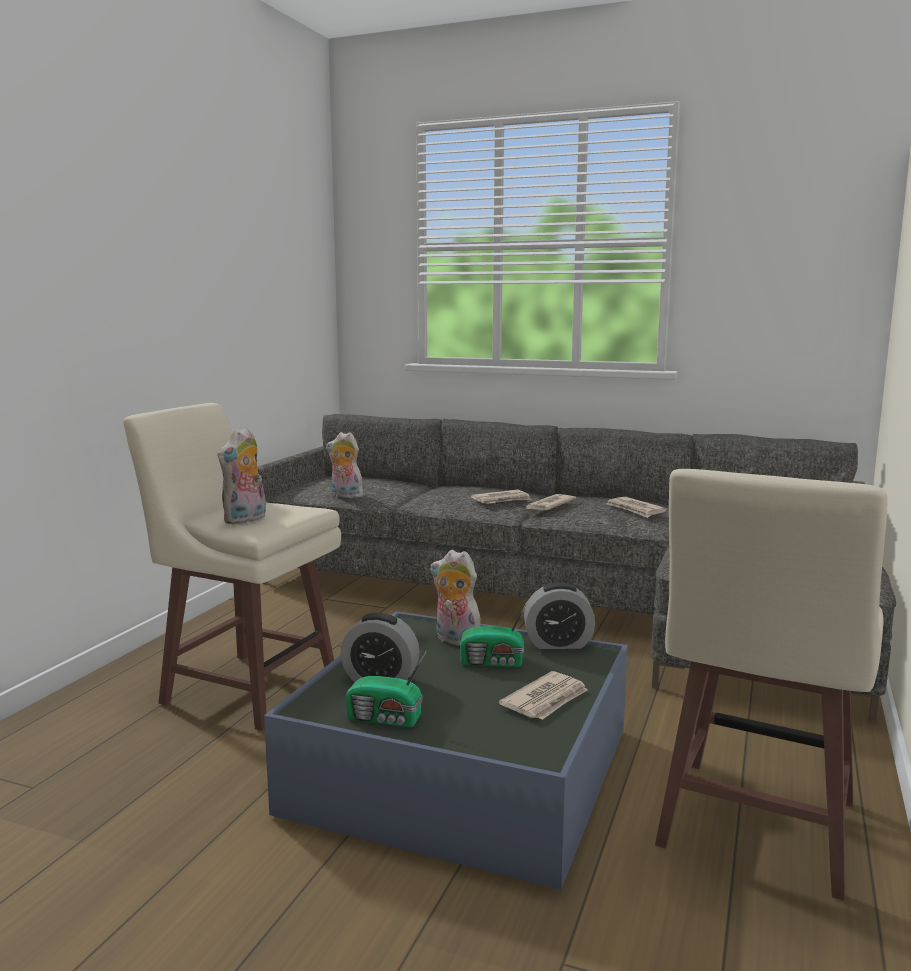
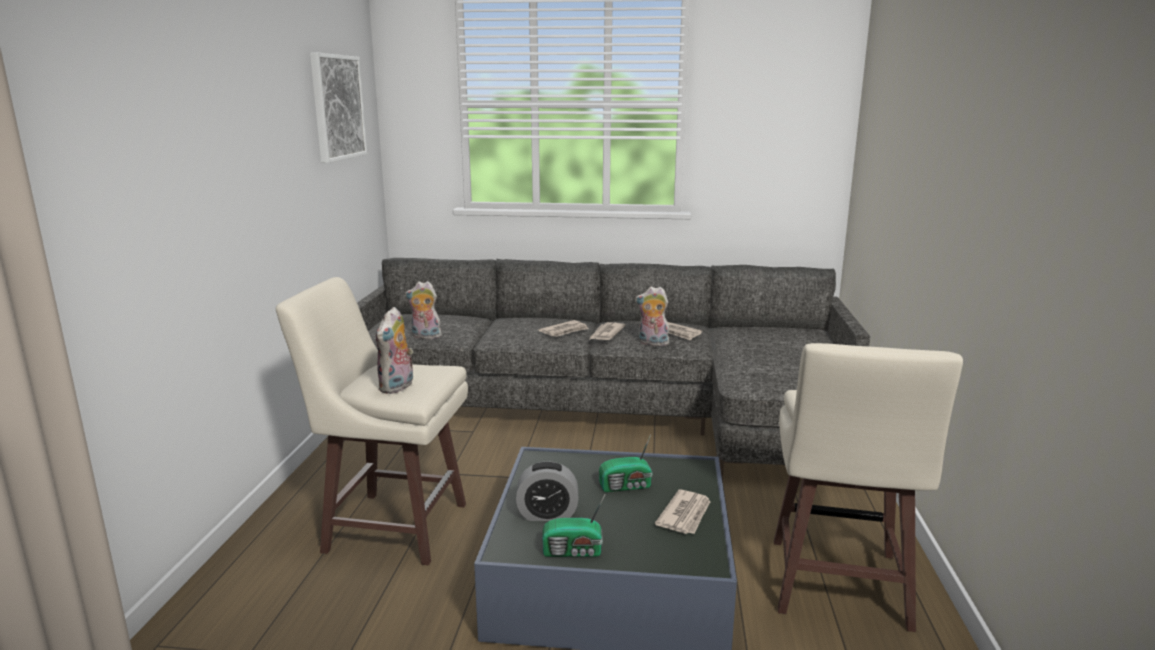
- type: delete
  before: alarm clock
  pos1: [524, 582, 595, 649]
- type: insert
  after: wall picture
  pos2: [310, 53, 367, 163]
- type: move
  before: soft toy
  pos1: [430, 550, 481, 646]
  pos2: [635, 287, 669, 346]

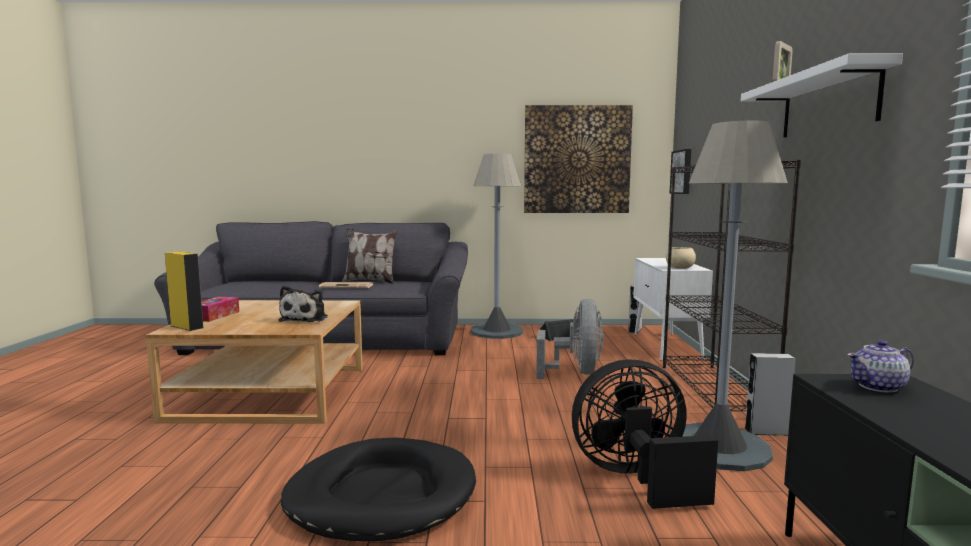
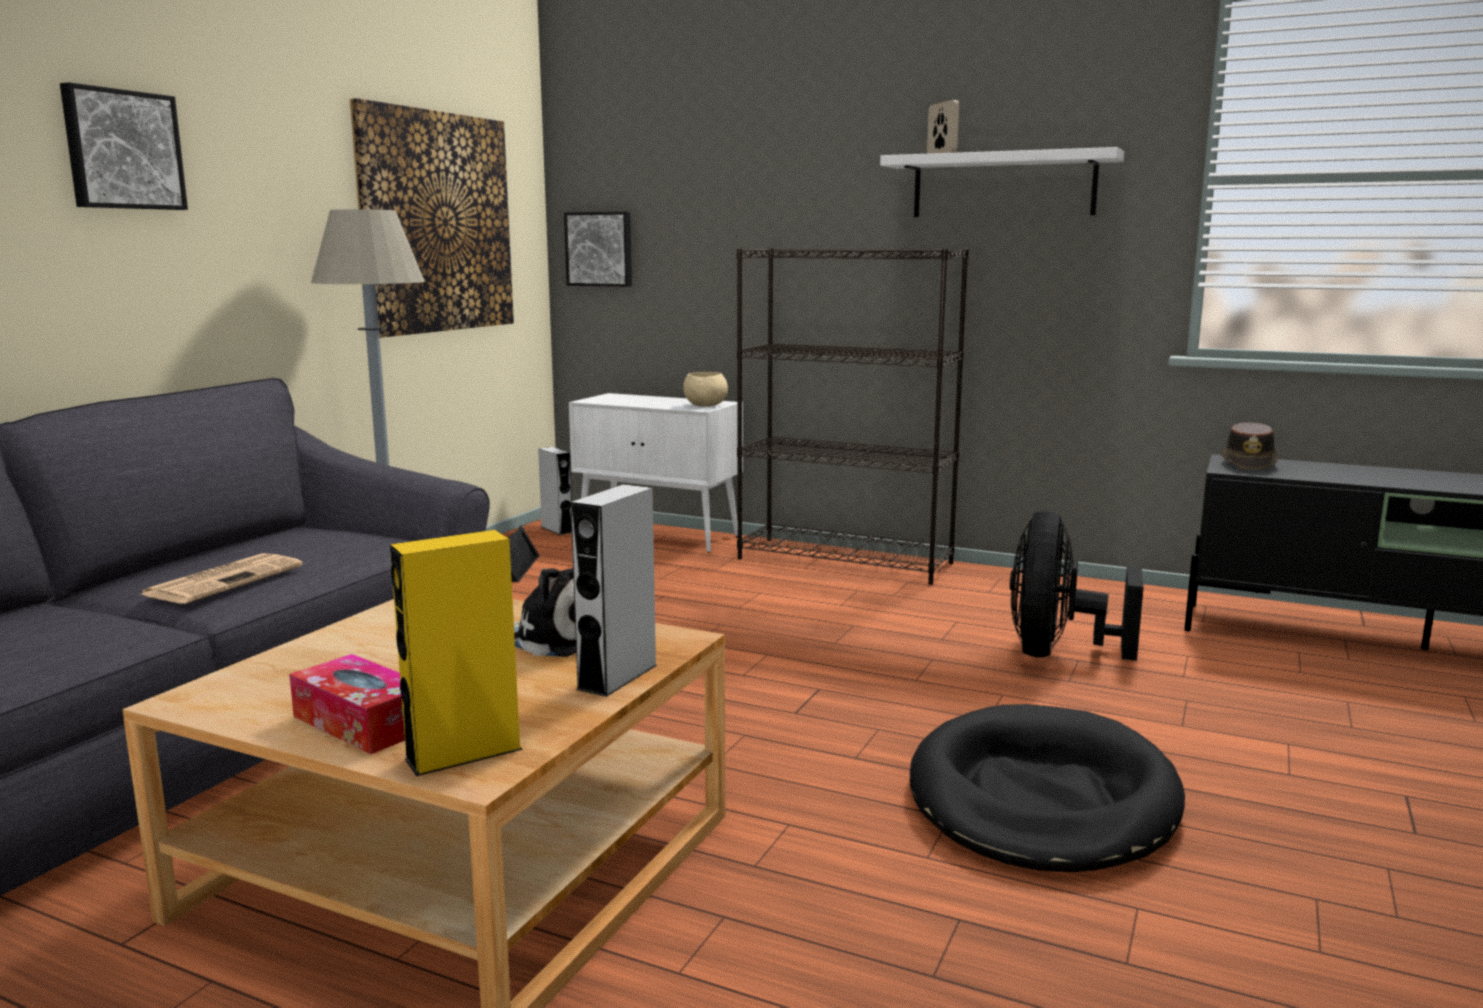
- type: delete
  before: cushion
  pos1: [342, 228, 398, 284]
- type: delete
  before: greyish electric fan
  pos1: [536, 299, 604, 379]
- type: delete
  before: greyish standard lamp
  pos1: [670, 120, 788, 471]
- type: insert
  after: wall picture
  pos2: [60, 82, 188, 210]
- type: move
  before: greyish audio speaker
  pos1: [744, 353, 796, 436]
  pos2: [571, 484, 657, 697]
- type: replace
  before: pot for tea
  after: brownish wearable hat
  pos1: [847, 340, 914, 393]
  pos2: [1222, 422, 1278, 470]

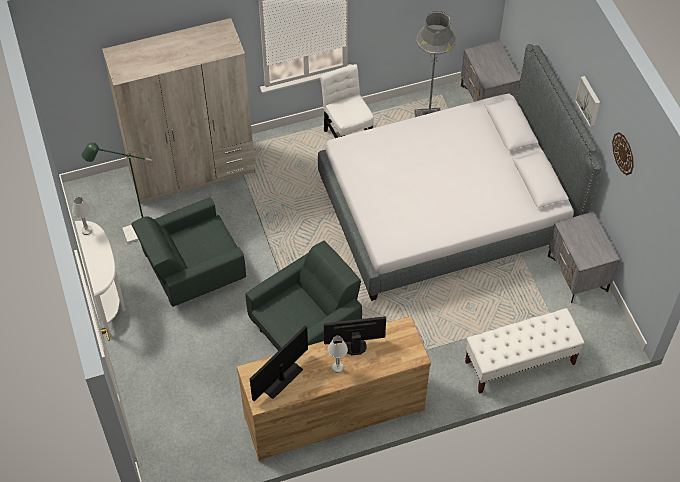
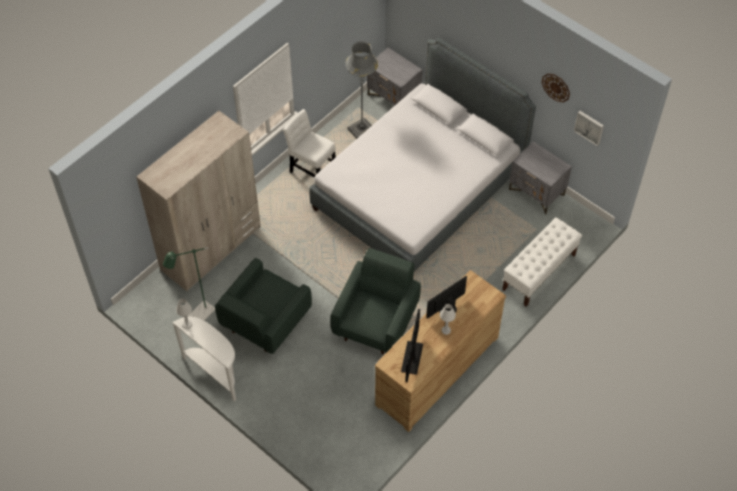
- type: move
  before: wall picture
  pos1: [575, 76, 600, 127]
  pos2: [574, 111, 604, 146]

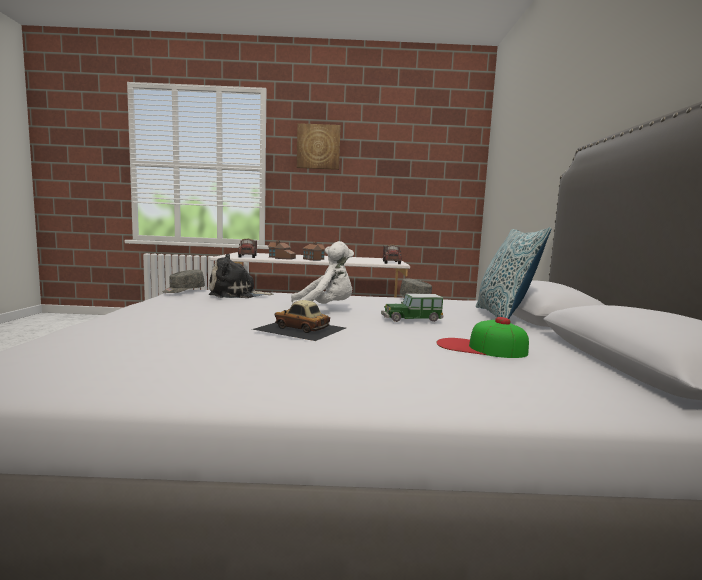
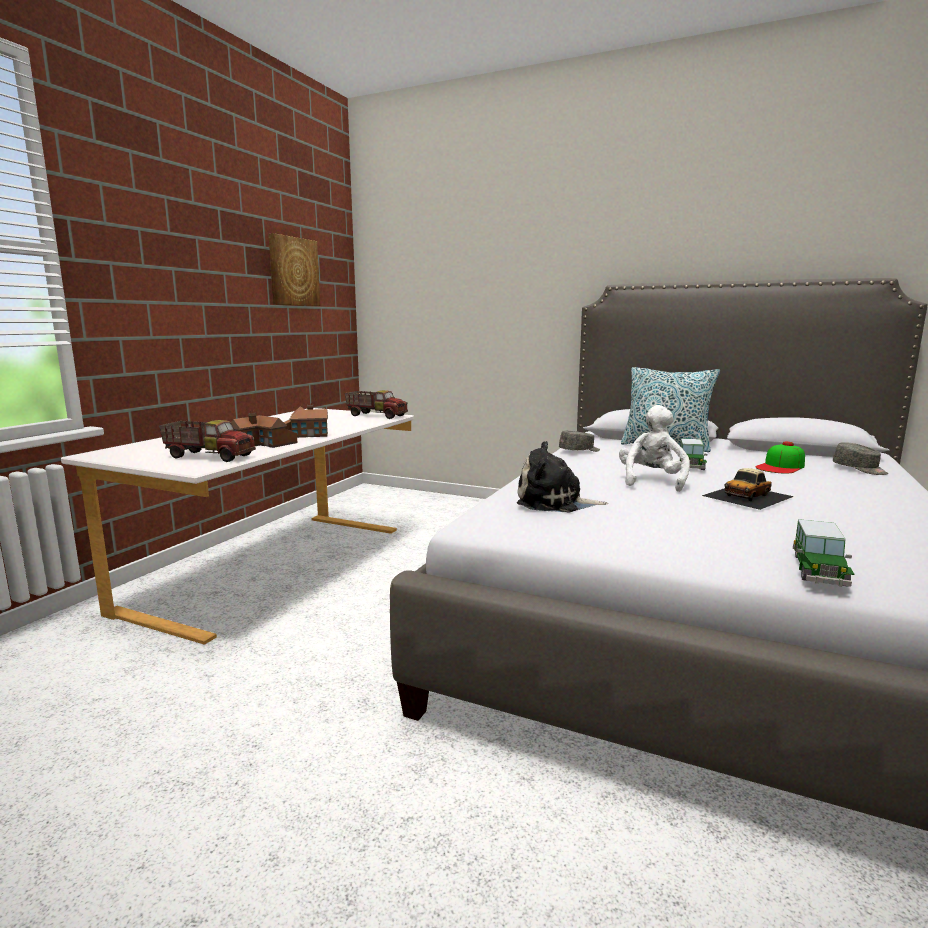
- type: insert
  after: toy car
  pos2: [793, 519, 854, 587]
- type: move
  before: greyish baseball cap
  pos1: [162, 270, 205, 293]
  pos2: [833, 442, 888, 475]
- type: move
  before: wall picture
  pos1: [297, 123, 341, 170]
  pos2: [269, 233, 320, 306]
- type: rotate
  before: soft toy
  pos1: [209, 254, 273, 298]
  pos2: [517, 441, 608, 513]
  turn: 90

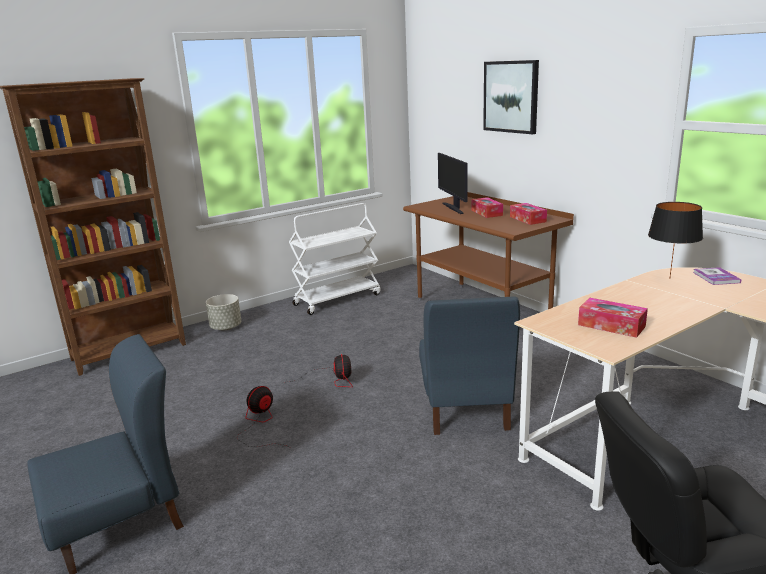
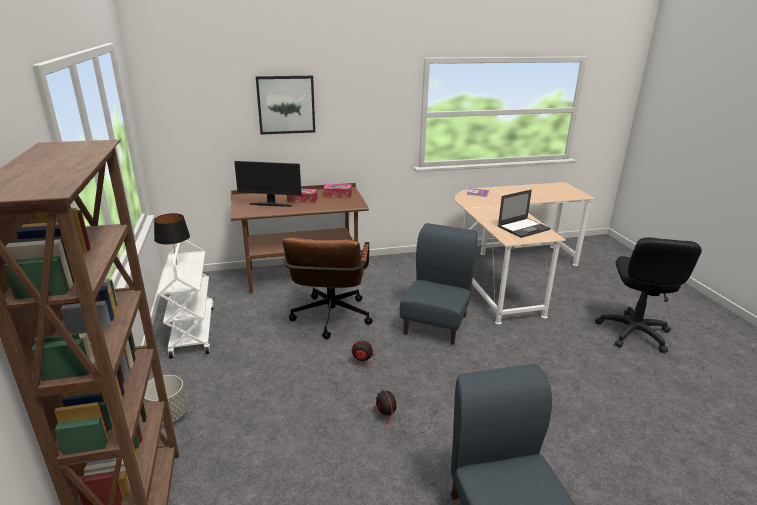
- type: insert
  after: brownish desk chair
  pos2: [282, 238, 373, 339]
- type: move
  before: blackish tabletop lamp
  pos1: [648, 202, 703, 277]
  pos2: [154, 213, 190, 263]
- type: replace
  before: tissue box
  after: notebook computer
  pos1: [578, 298, 648, 338]
  pos2: [498, 190, 551, 238]
- type: rotate
  before: blue plain chair
  pos1: [419, 296, 520, 435]
  pos2: [400, 223, 477, 345]
  turn: -90

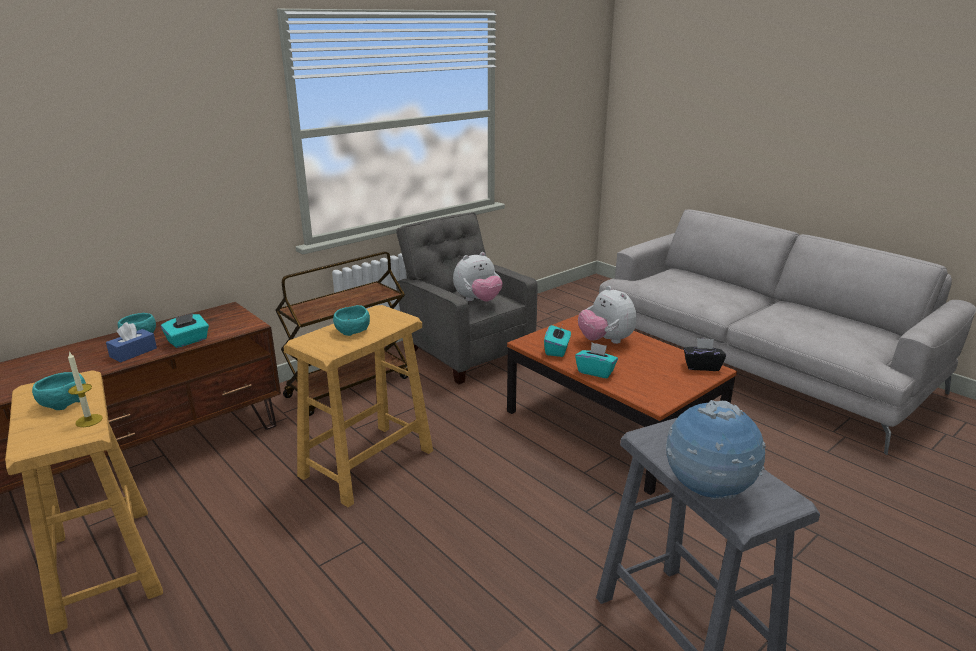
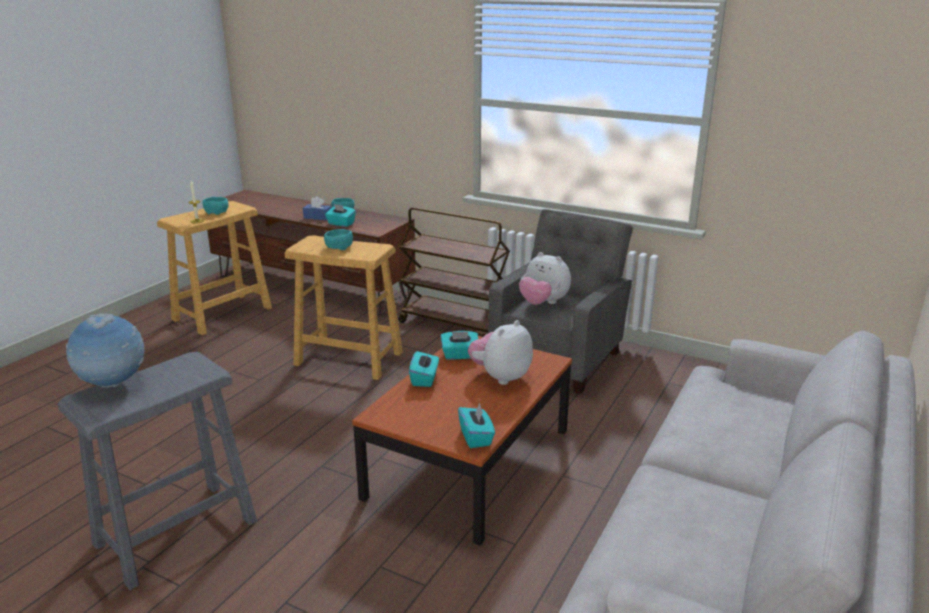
- type: recolor
  before: blackish tissue box
  after: blue-green tissue box
  pos1: [684, 338, 726, 371]
  pos2: [458, 402, 495, 448]

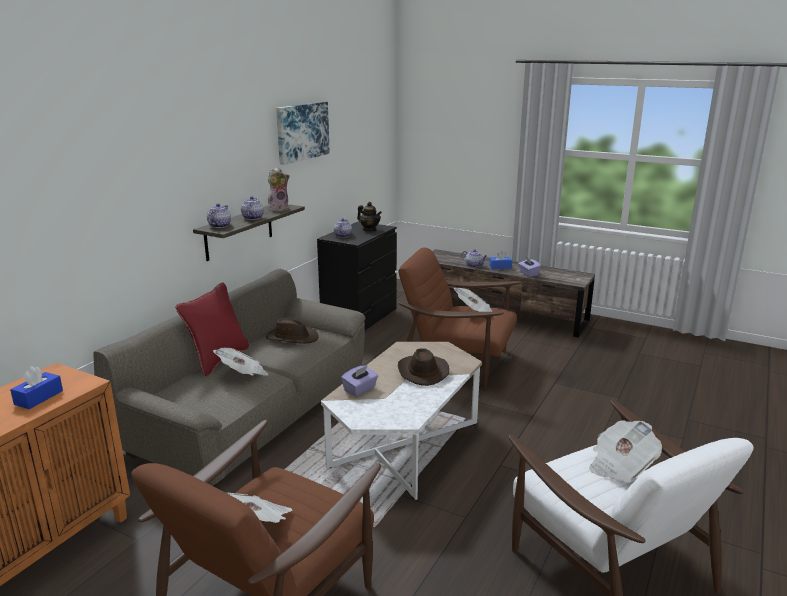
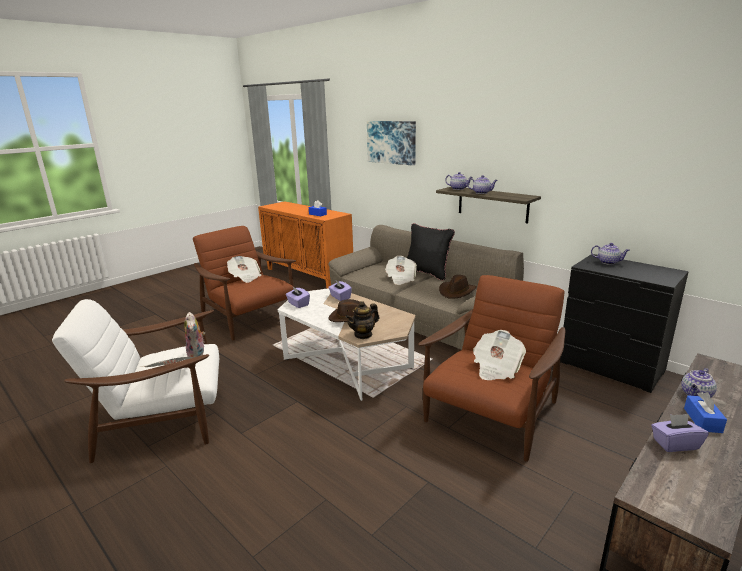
- type: insert
  after: purplish tissue box
  pos2: [286, 287, 310, 308]
- type: move
  before: soft toy
  pos1: [268, 167, 290, 211]
  pos2: [184, 312, 205, 357]
- type: move
  before: wall picture
  pos1: [276, 102, 330, 165]
  pos2: [367, 121, 416, 166]
- type: move
  before: pot for tea
  pos1: [357, 202, 382, 231]
  pos2: [346, 301, 379, 339]
- type: recolor
  before: red-coloured cushion
  after: blackish cushion
  pos1: [176, 283, 249, 376]
  pos2: [407, 223, 455, 280]

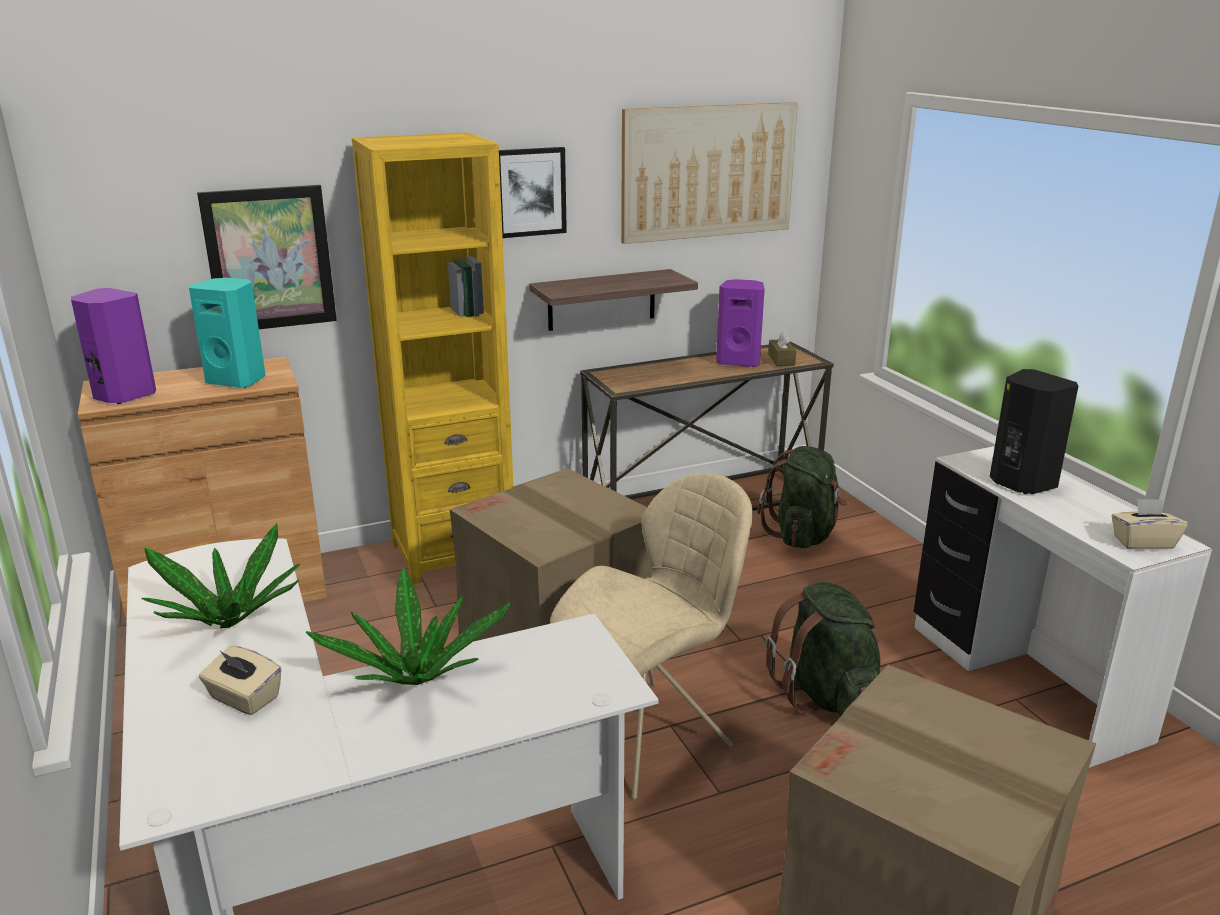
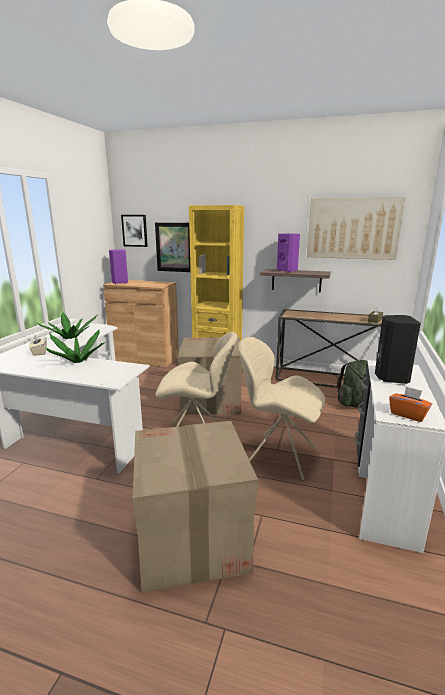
- type: delete
  before: blue-green audio speaker
  pos1: [189, 278, 266, 388]
- type: move
  before: wall picture
  pos1: [499, 147, 567, 238]
  pos2: [121, 215, 148, 247]
- type: move
  before: purplish audio speaker
  pos1: [716, 279, 765, 367]
  pos2: [277, 233, 300, 272]
- type: replace
  before: green-coloured rucksack
  after: beige plain chair
  pos1: [766, 582, 880, 716]
  pos2: [238, 337, 325, 480]
- type: recolor
  before: beige tissue box
  after: orange tissue box
  pos1: [1112, 499, 1188, 550]
  pos2: [389, 386, 432, 422]

